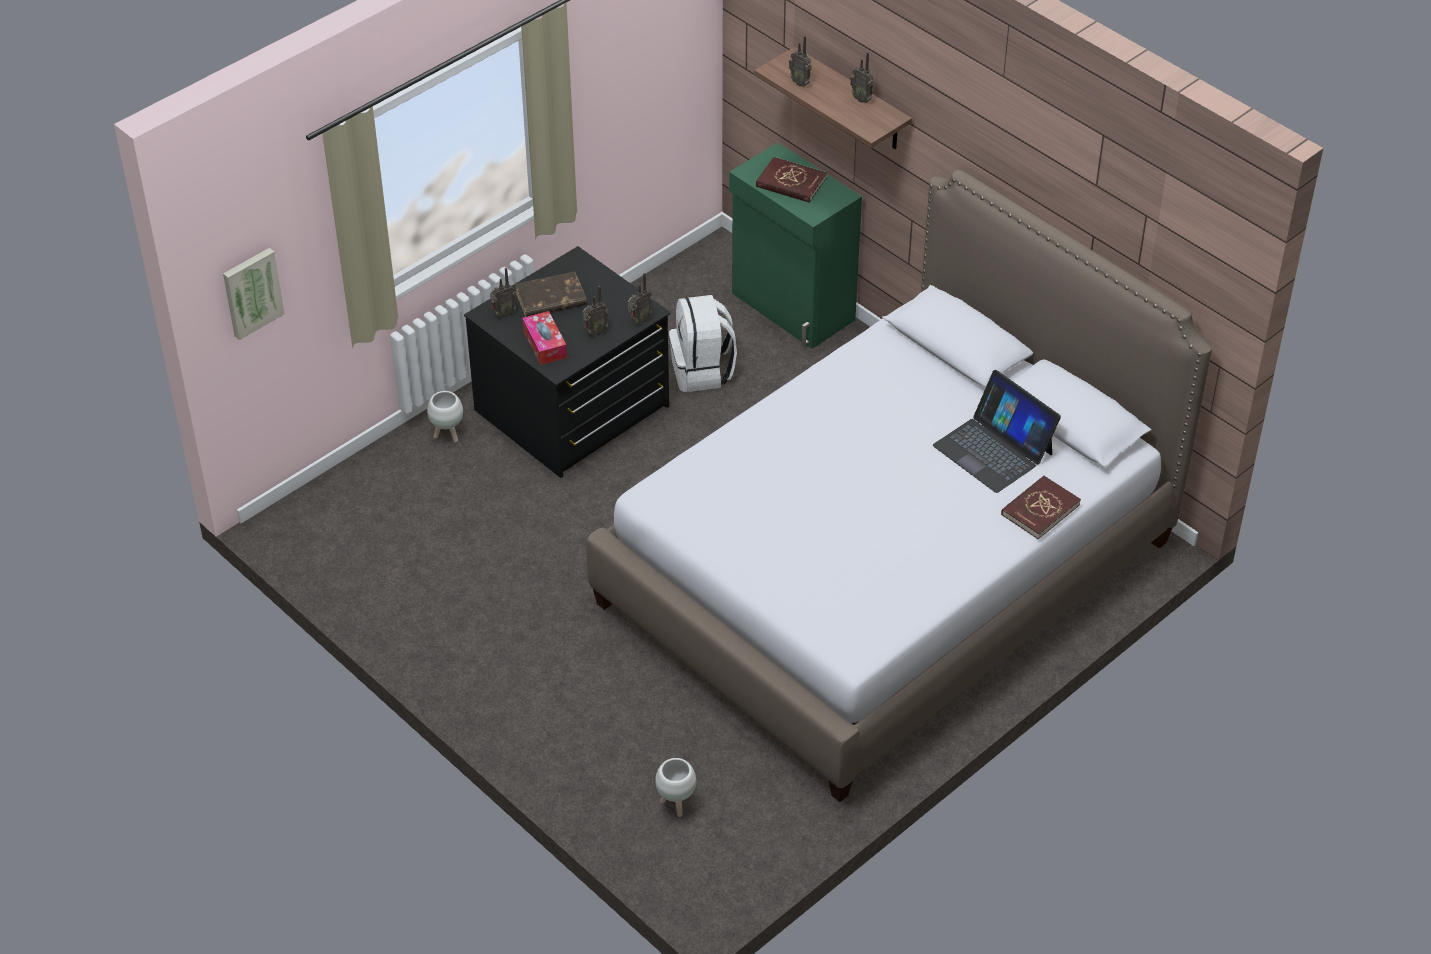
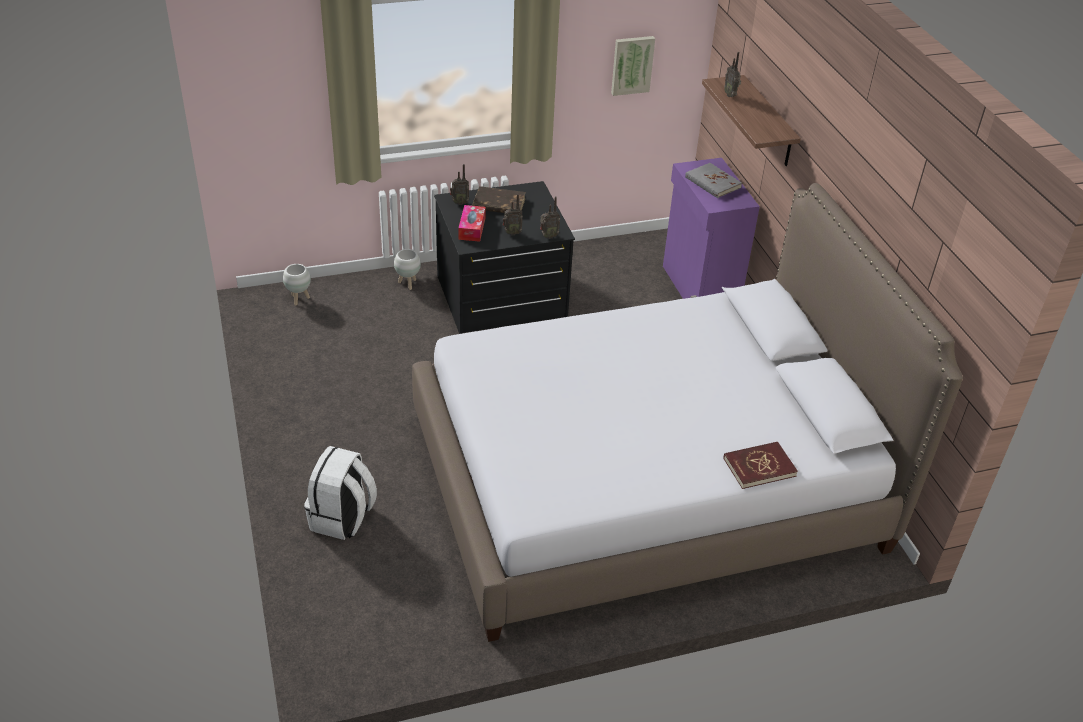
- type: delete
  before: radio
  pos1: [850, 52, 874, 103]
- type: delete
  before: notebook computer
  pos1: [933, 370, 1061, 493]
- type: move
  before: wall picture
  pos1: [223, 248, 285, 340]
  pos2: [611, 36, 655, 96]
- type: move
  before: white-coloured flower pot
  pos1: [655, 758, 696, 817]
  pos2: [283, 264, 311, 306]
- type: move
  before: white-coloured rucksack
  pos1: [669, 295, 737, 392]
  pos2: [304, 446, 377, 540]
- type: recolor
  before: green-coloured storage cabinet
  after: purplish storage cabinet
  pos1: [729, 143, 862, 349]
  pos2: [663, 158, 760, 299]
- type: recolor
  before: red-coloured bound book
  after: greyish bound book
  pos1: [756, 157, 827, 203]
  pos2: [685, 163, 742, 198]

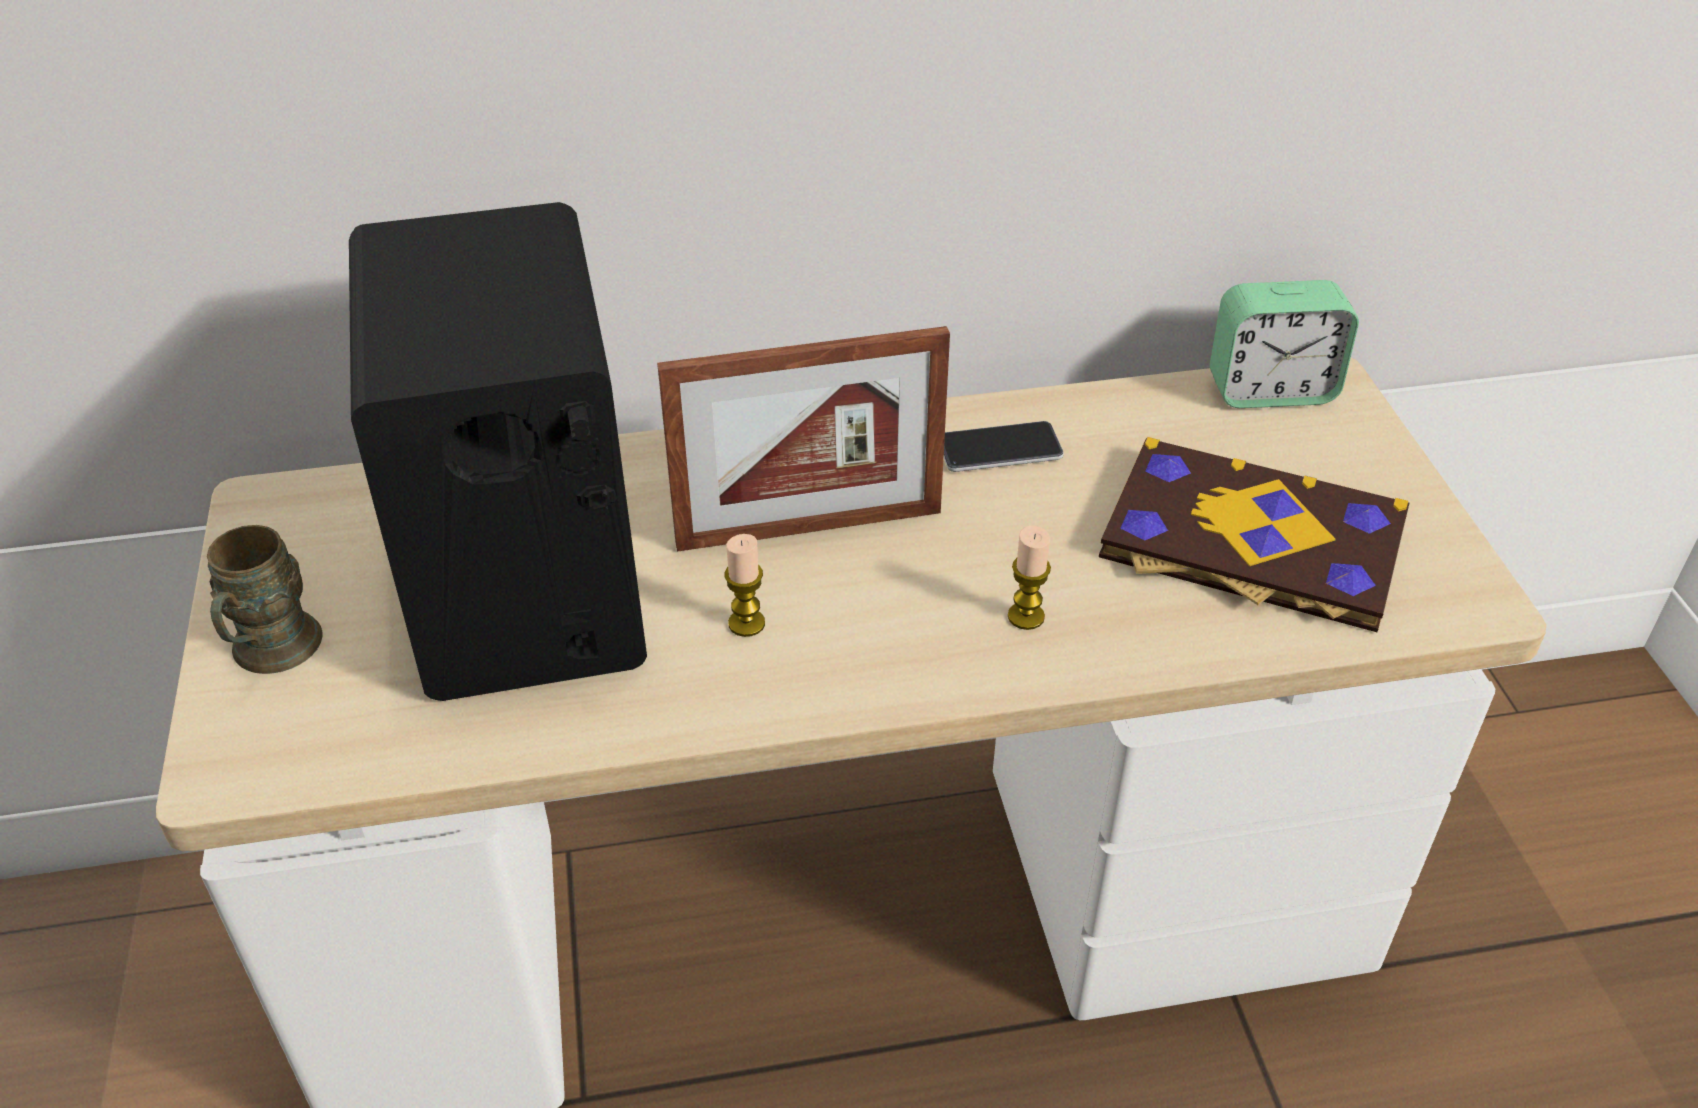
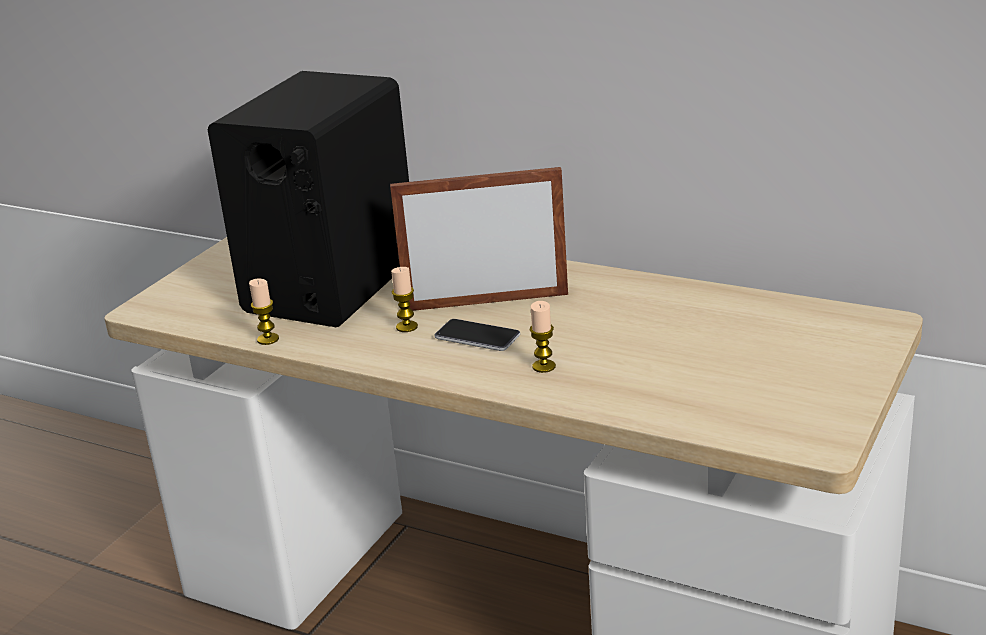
- type: delete
  before: brownish coffee mug
  pos1: [207, 525, 322, 674]
- type: delete
  before: bound book
  pos1: [1099, 437, 1409, 632]
- type: delete
  before: alarm clock
  pos1: [1210, 280, 1359, 408]
- type: insert
  after: wax light
  pos2: [249, 278, 279, 345]
- type: move
  before: phone
  pos1: [944, 421, 1064, 472]
  pos2: [435, 319, 520, 351]
- type: rotate
  before: picture frame
  pos1: [657, 326, 950, 552]
  pos2: [390, 167, 568, 311]
  turn: 150

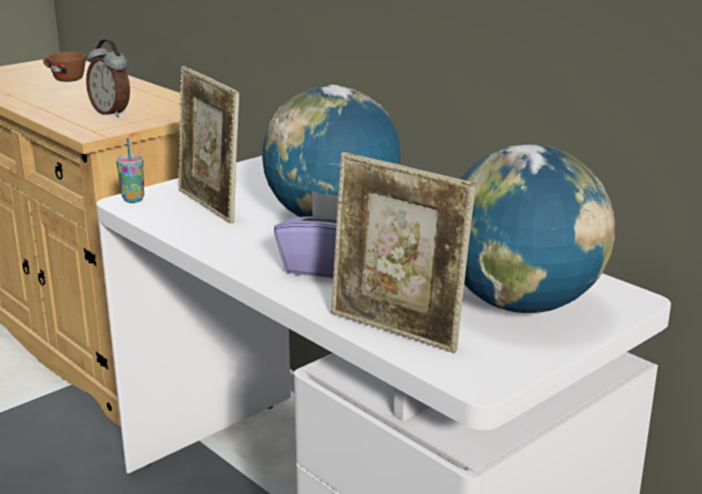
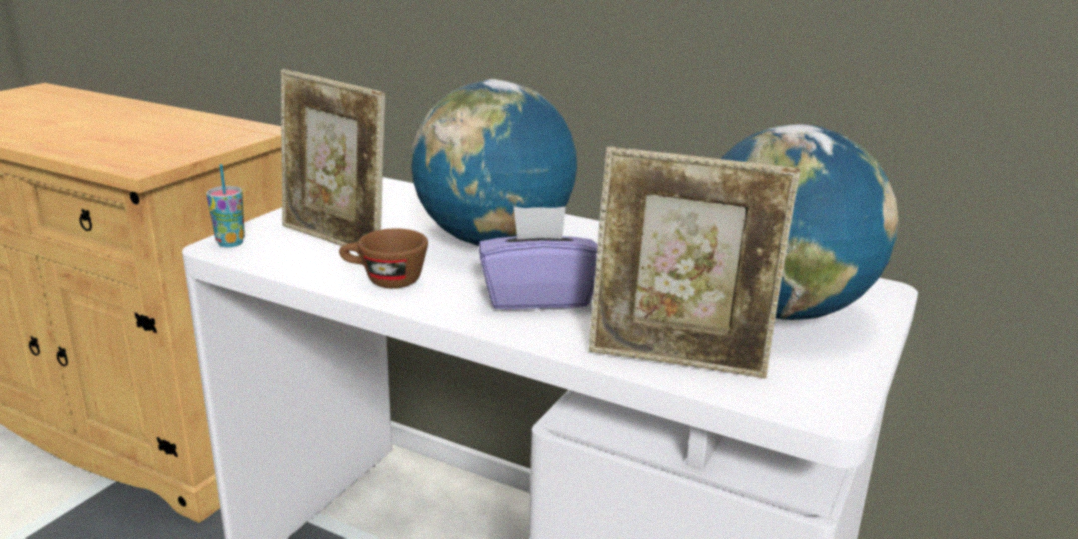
- type: delete
  before: alarm clock
  pos1: [86, 39, 130, 118]
- type: move
  before: brownish cup
  pos1: [43, 52, 86, 82]
  pos2: [339, 228, 428, 288]

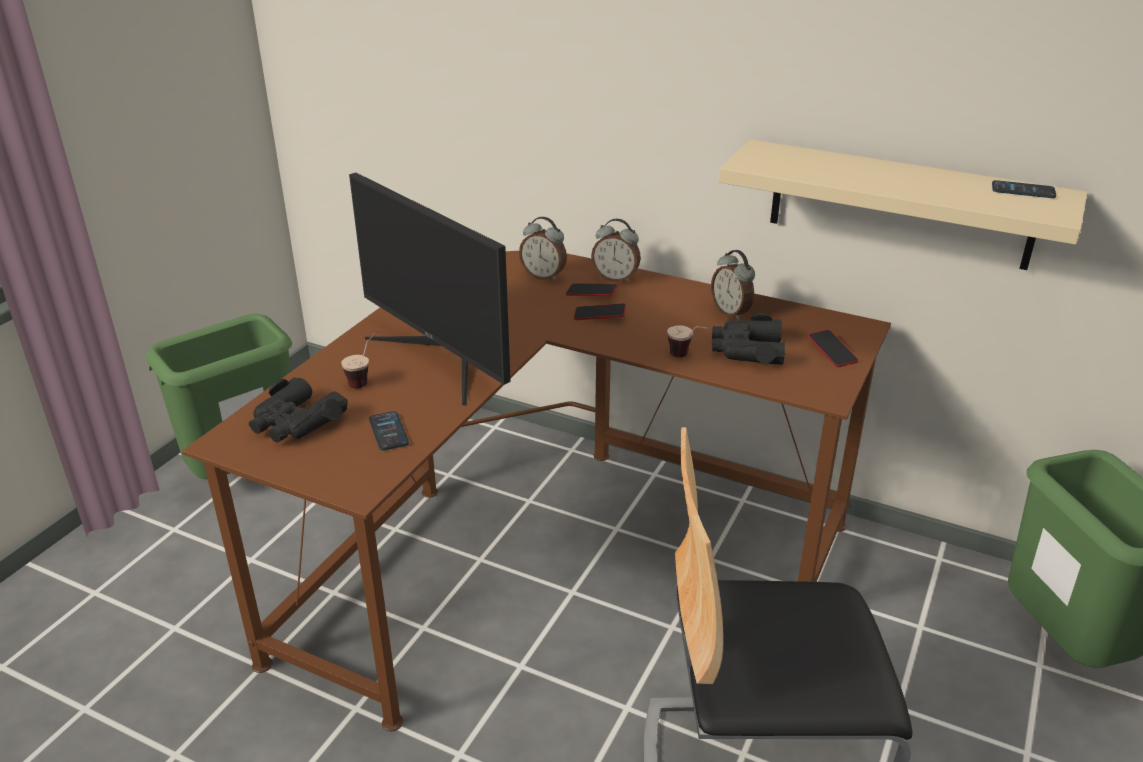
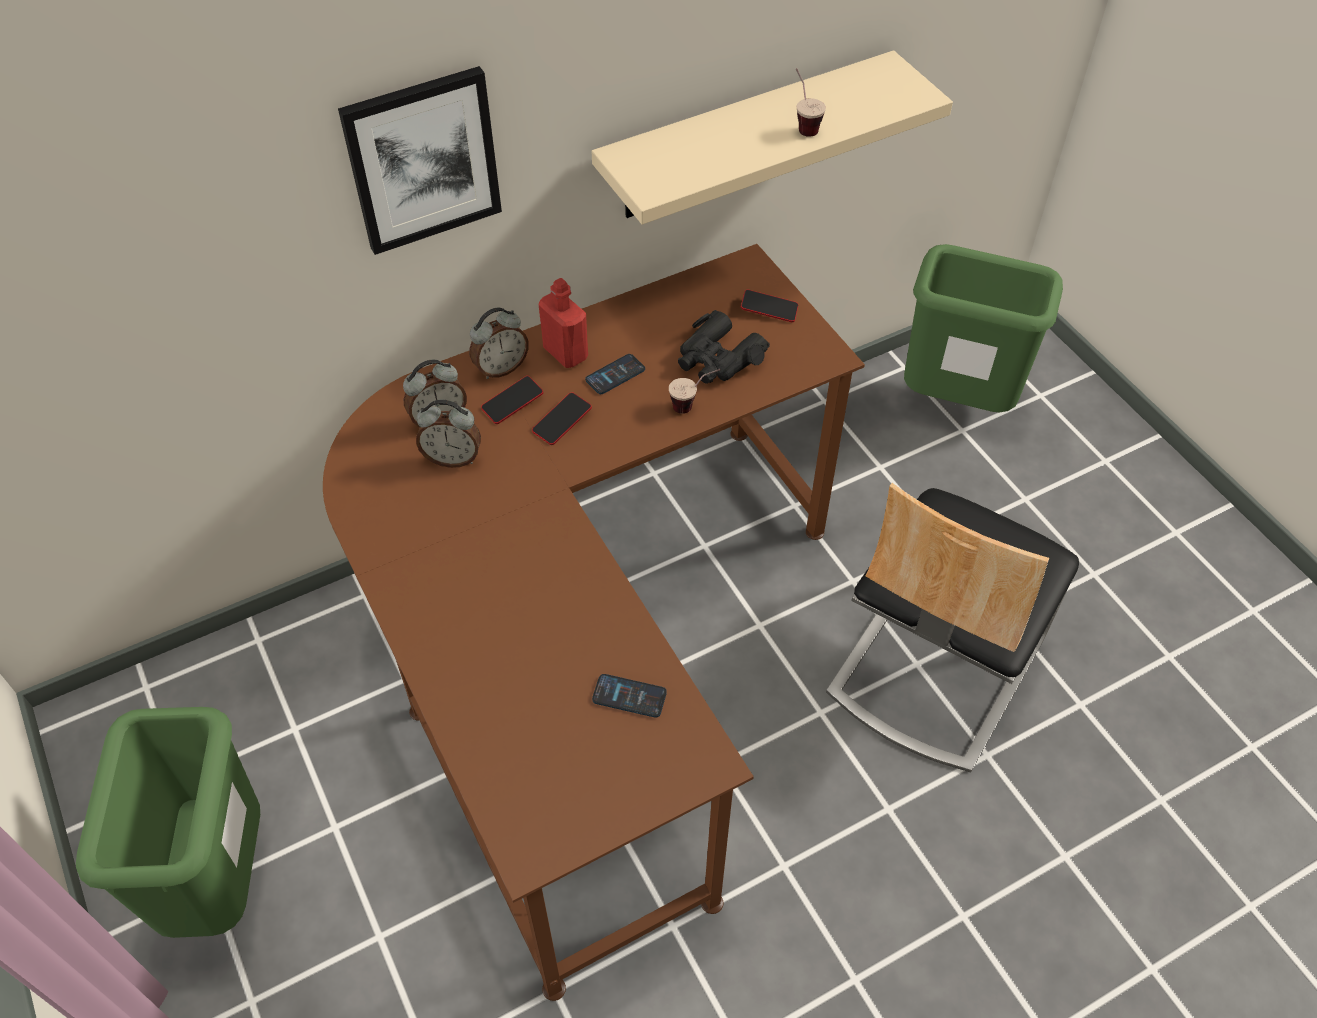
- type: delete
  before: blackish binoculars
  pos1: [249, 377, 348, 443]
- type: delete
  before: monitor
  pos1: [349, 173, 511, 406]
- type: insert
  after: wall picture
  pos2: [338, 66, 502, 255]
- type: insert
  after: red-coloured drink bottle
  pos2: [539, 278, 588, 368]
- type: move
  before: cup
  pos1: [341, 330, 378, 389]
  pos2: [796, 68, 826, 137]
- type: move
  before: alarm clock
  pos1: [711, 250, 755, 320]
  pos2: [416, 400, 481, 468]
- type: move
  before: phone
  pos1: [992, 180, 1056, 198]
  pos2: [585, 354, 645, 394]

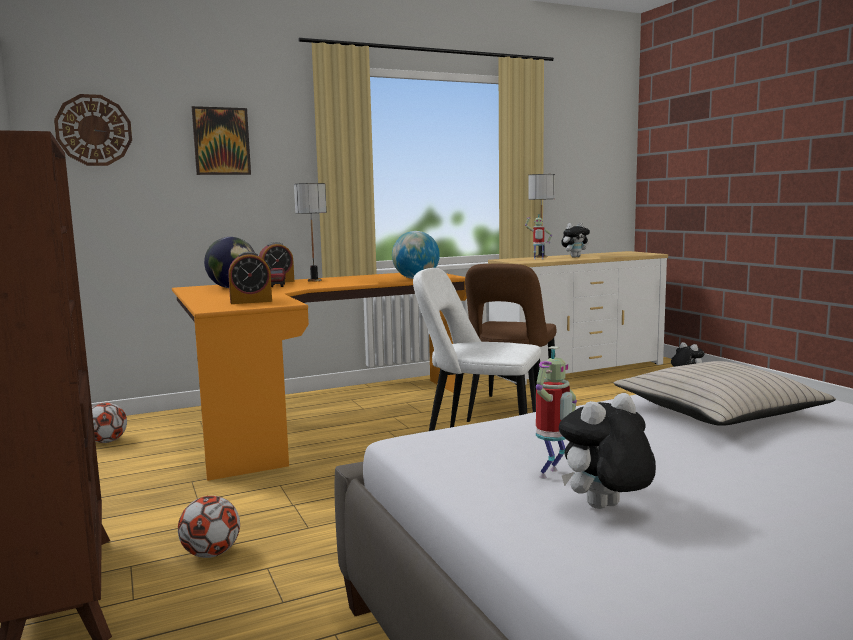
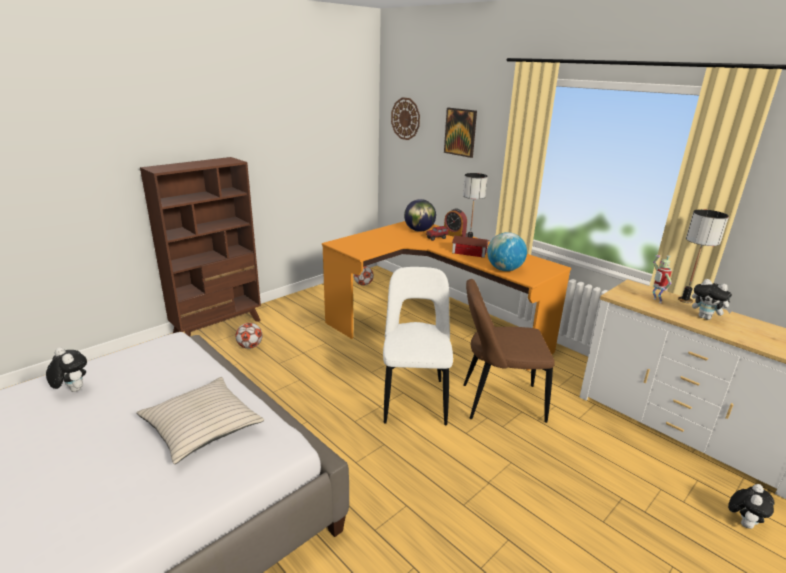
- type: delete
  before: alarm clock
  pos1: [228, 252, 272, 304]
- type: delete
  before: robot figure
  pos1: [536, 346, 577, 479]
- type: insert
  after: miniature house
  pos2: [452, 233, 489, 258]

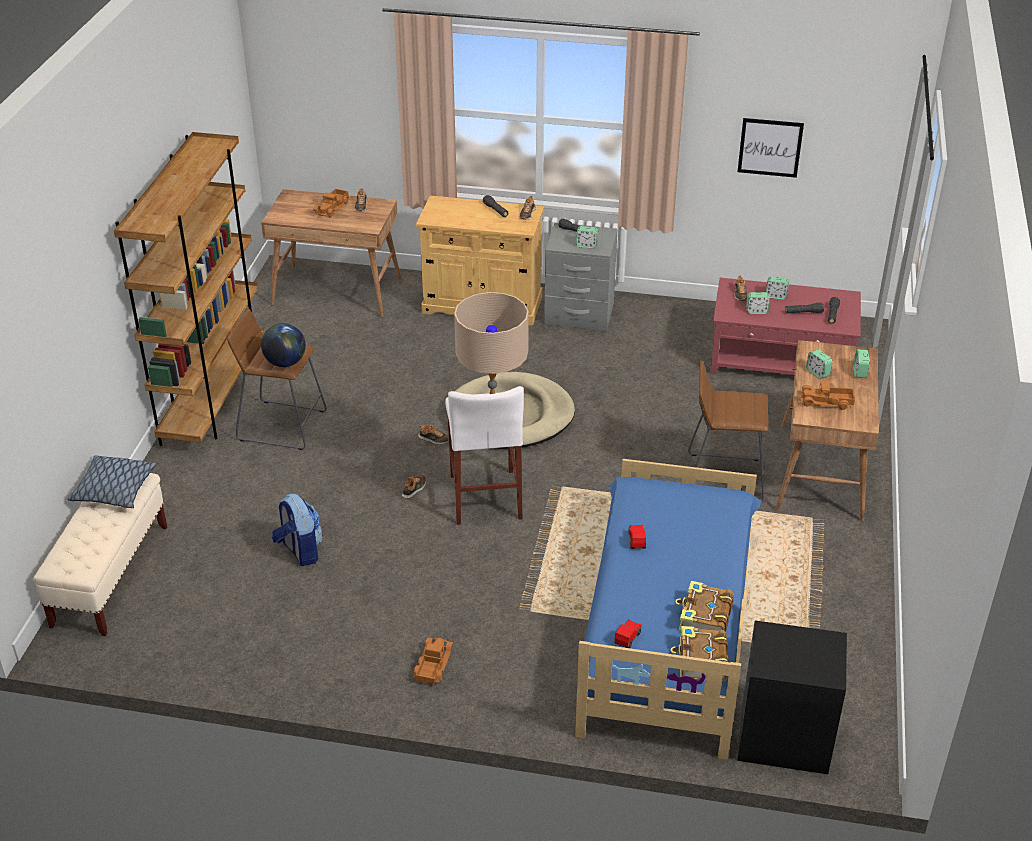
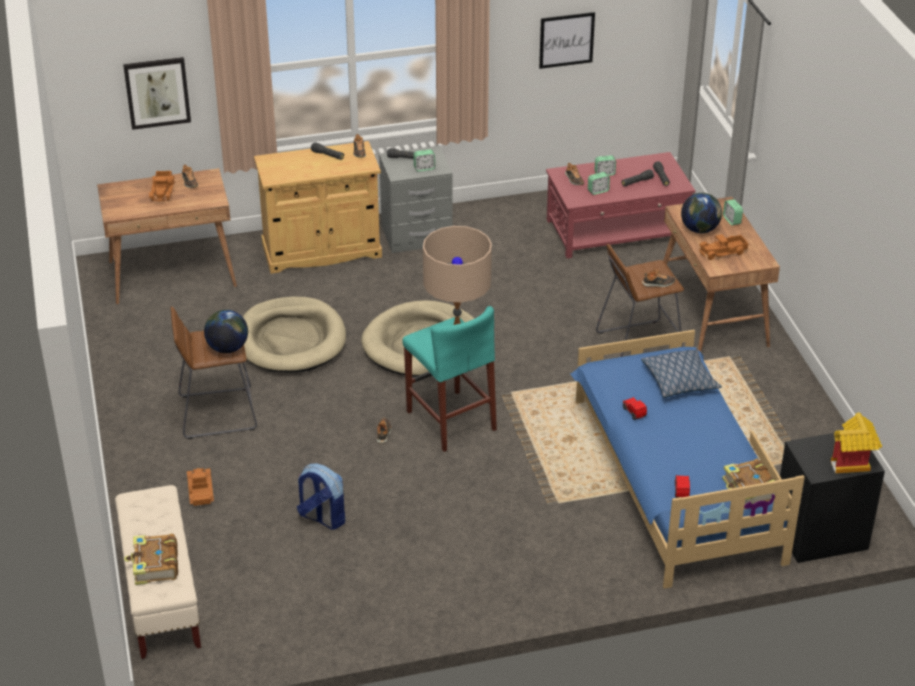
- type: delete
  before: brownish shelving unit
  pos1: [114, 132, 264, 446]
- type: insert
  after: wall picture
  pos2: [123, 57, 191, 130]
- type: insert
  after: beige pet bed
  pos2: [243, 297, 346, 373]
- type: insert
  after: miniature house
  pos2: [831, 412, 882, 473]
- type: move
  before: cushion
  pos1: [68, 455, 156, 508]
  pos2: [641, 349, 722, 398]
- type: move
  before: toy lorry
  pos1: [413, 638, 454, 684]
  pos2: [187, 468, 214, 506]
- type: move
  before: low shoe
  pos1: [418, 424, 449, 444]
  pos2: [642, 269, 676, 287]
- type: move
  before: bound book
  pos1: [675, 581, 734, 632]
  pos2: [124, 534, 178, 585]
- type: replace
  before: alarm clock
  after: globe
  pos1: [806, 349, 833, 379]
  pos2: [681, 193, 722, 233]
- type: recolor
  before: white-coloured sitting stool
  after: blue-green sitting stool
  pos1: [445, 386, 524, 525]
  pos2: [402, 306, 497, 452]

